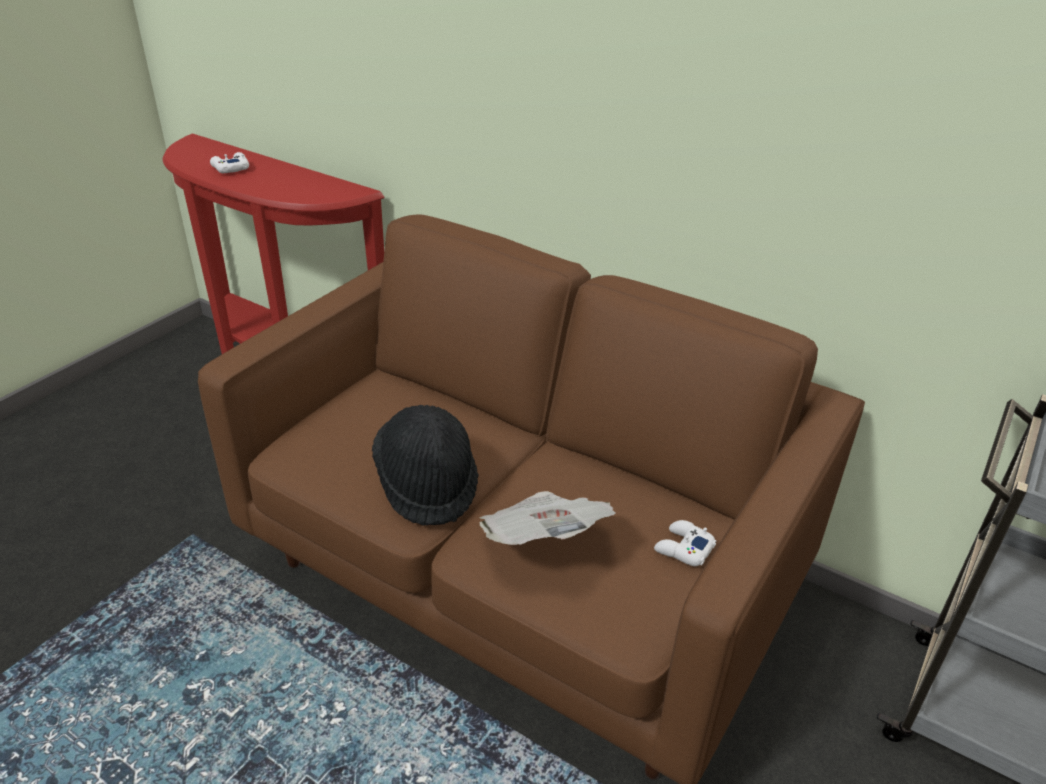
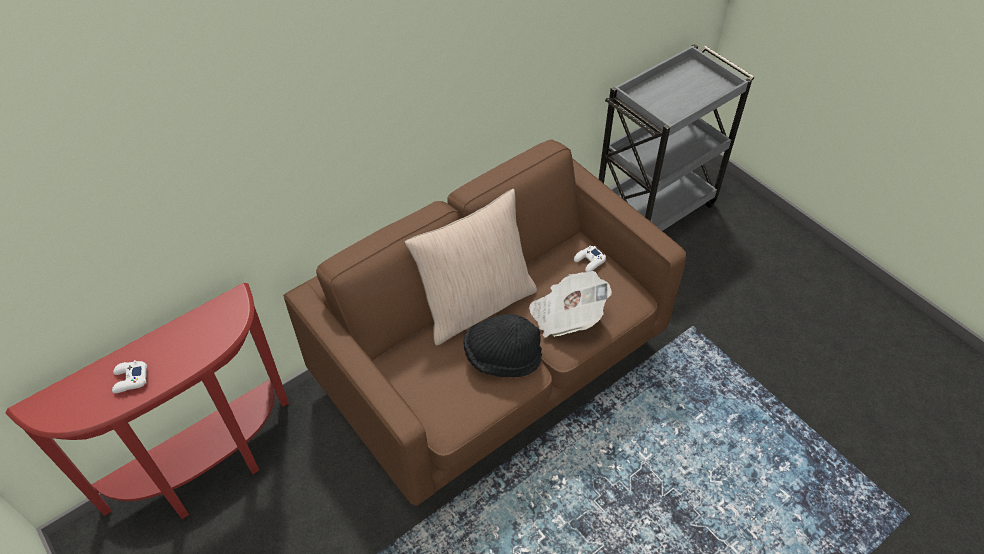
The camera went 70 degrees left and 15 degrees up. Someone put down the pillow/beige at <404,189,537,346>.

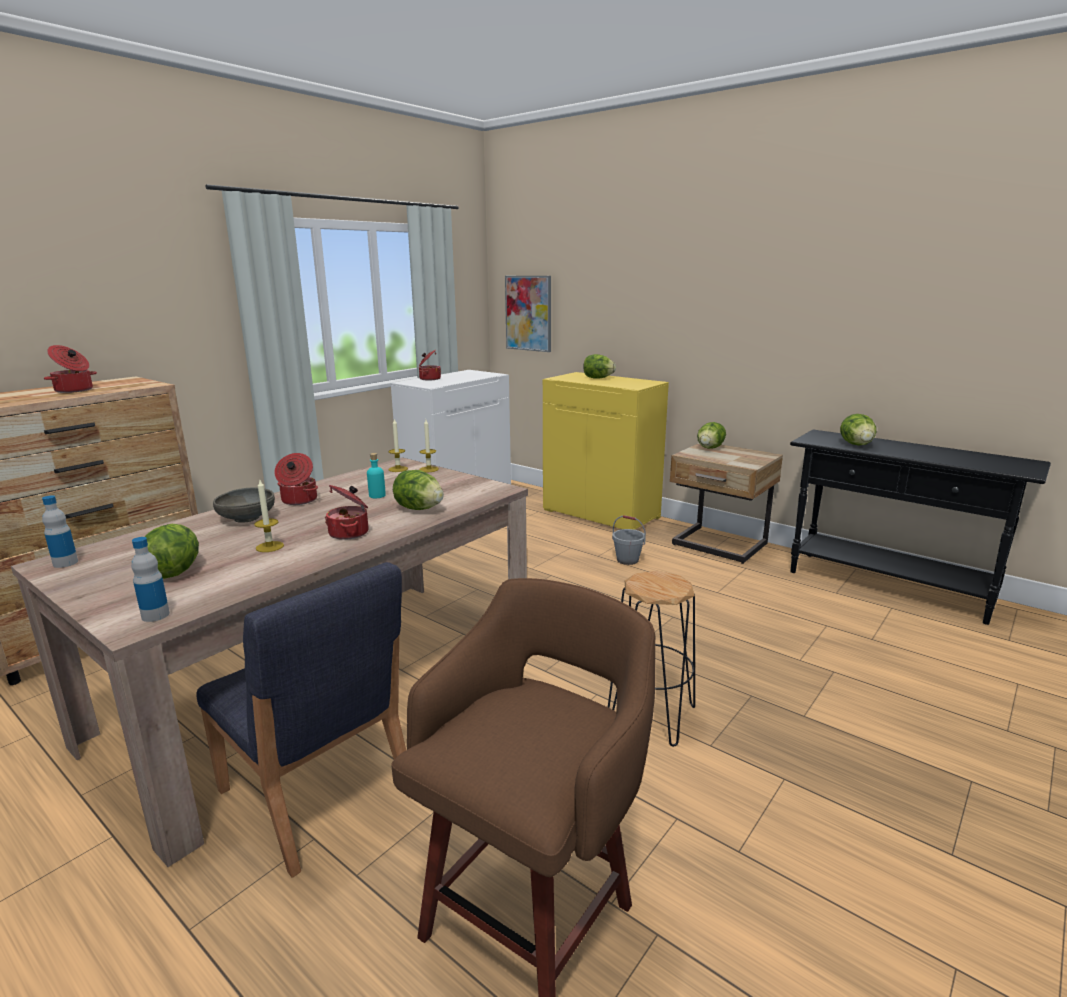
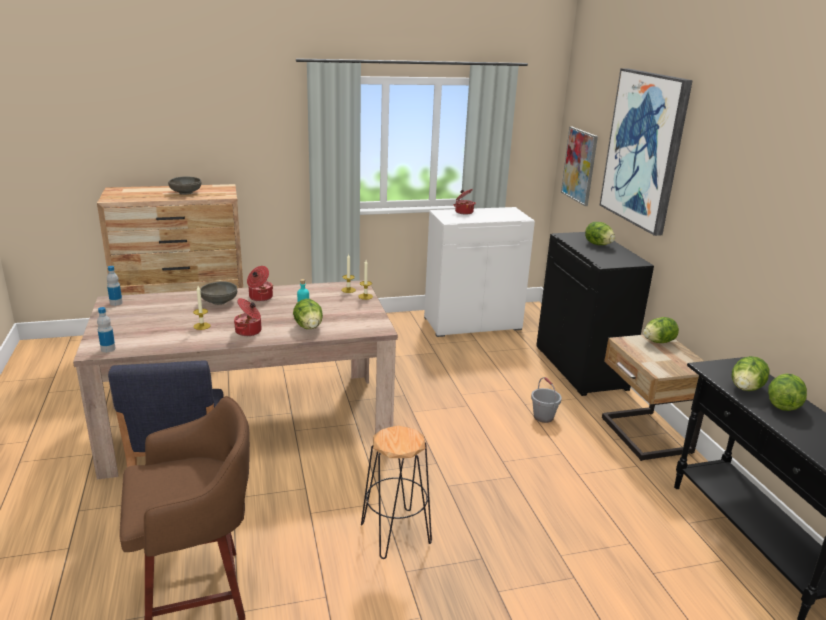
The camera went 35 degrees right and 5 degrees up. Someone swapped the cooking pot at <44,345,97,393> for the bowl/grey at <168,177,201,195>. Someone repainted the cabinet/yellow at <543,372,669,530>, which became the cabinet/black at <536,232,654,396>. Someone carried the lettuce from <145,524,199,579> to <768,374,807,411>. Someone put up the picture at <600,68,693,236>.

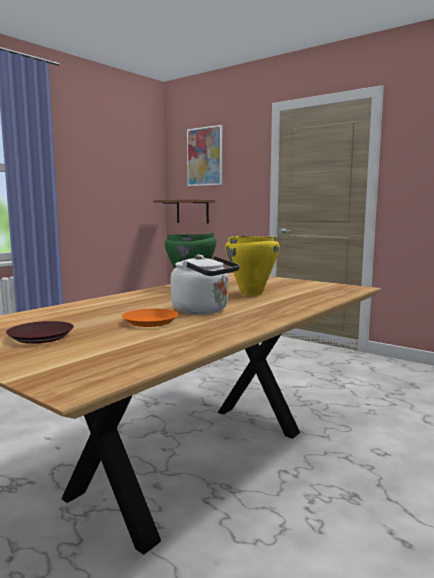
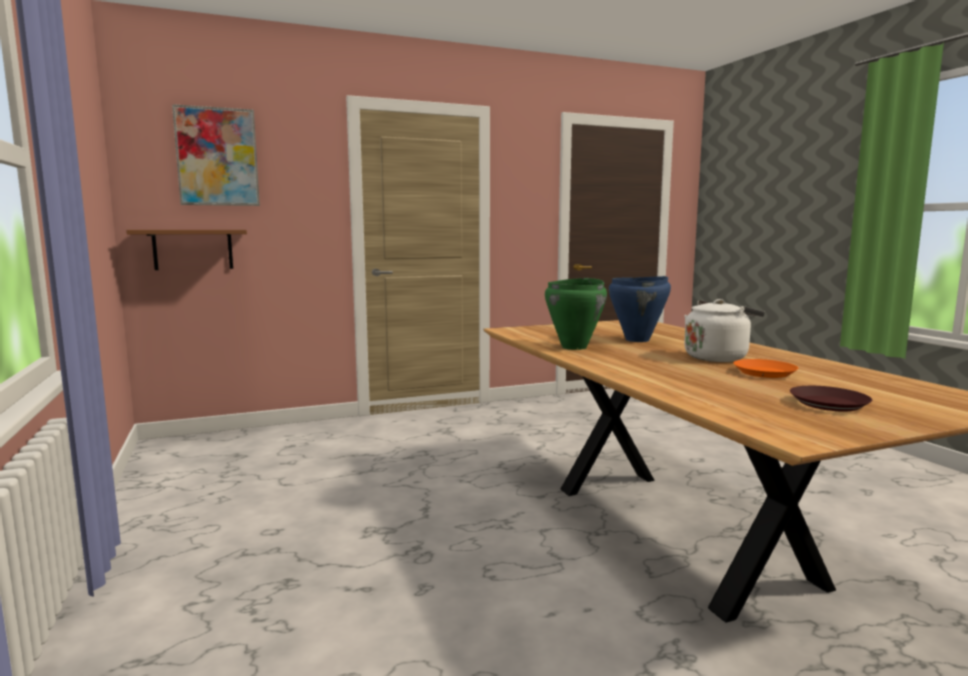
The camera went 60 degrees left and 0 degrees up. Someone repainted the cooking pot/yellow at <225,236,280,296>, which became the cooking pot/blue at <609,276,671,342>.

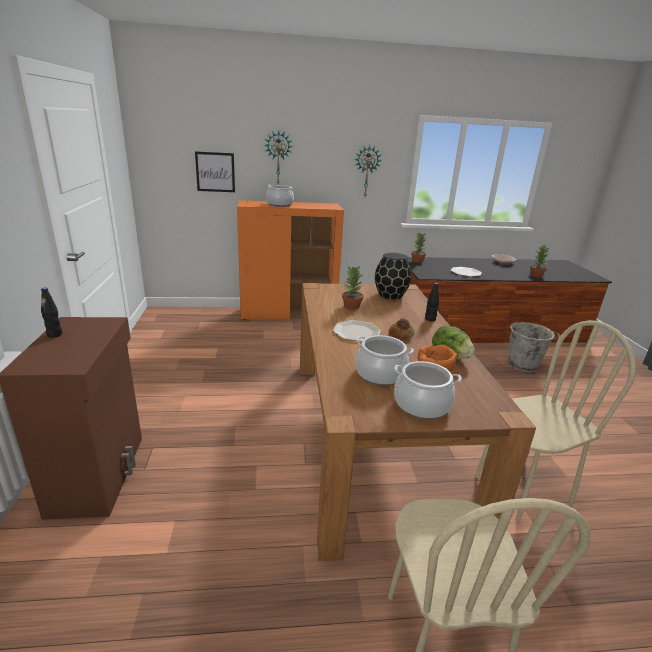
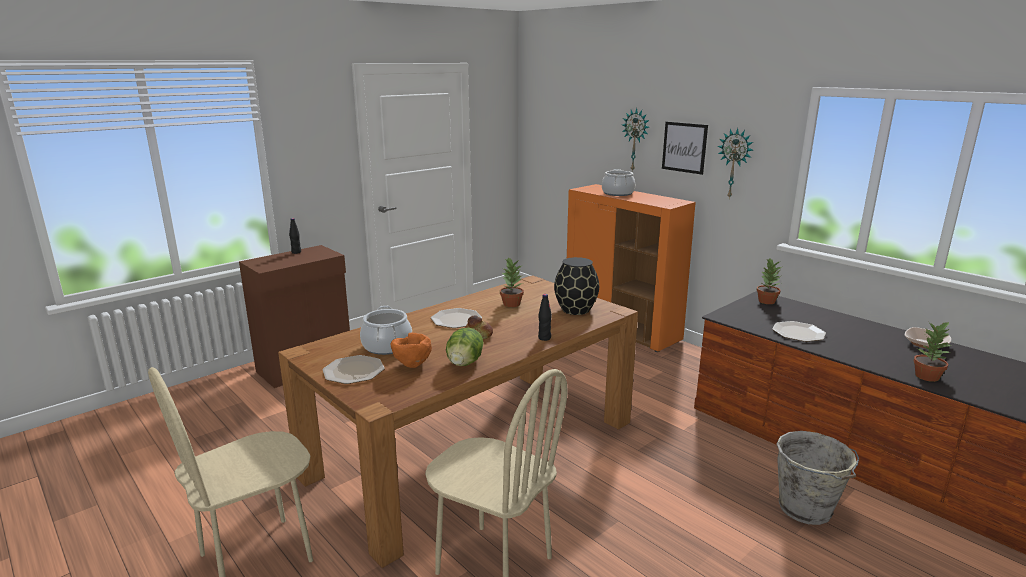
The camera went 55 degrees right and 5 degrees down. Someone carried the picture from <195,151,235,192> to <662,122,708,175>. Someone swapped the cooking pot at <394,361,462,419> for the plate at <322,355,385,384>.

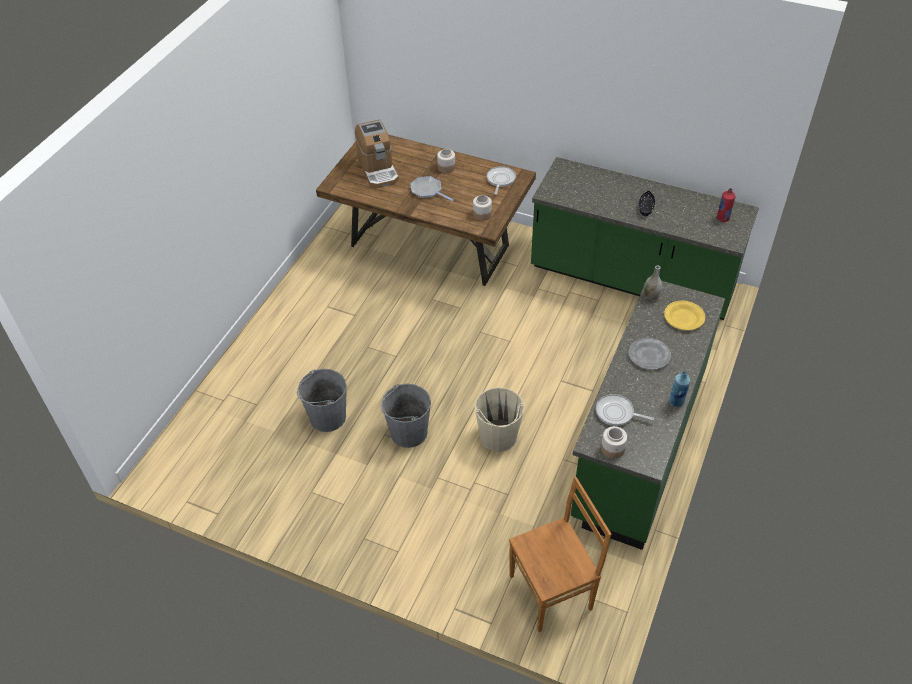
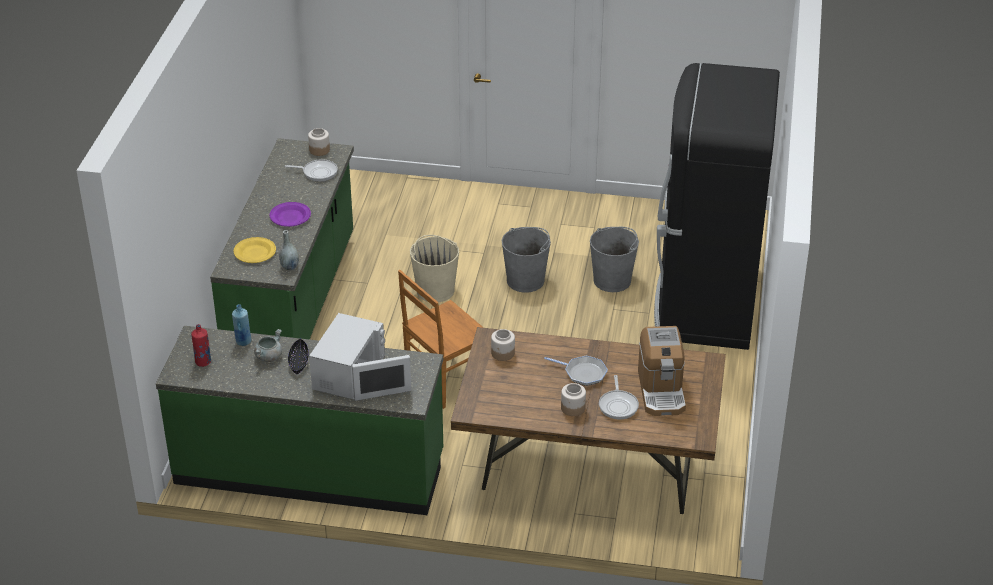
The camera went 165 degrees right and 10 degrees down. Someone rotated the coffee machine at <355,120,399,188> by 150 degrees counterclockwise. Someone carried the frying pan from <487,166,516,195> to <599,375,639,419>. Someone repainted the plate/grey at <629,338,671,370>, which became the plate/purple at <270,202,311,227>. Someone carried the bottle/blue from <669,372,691,407> to <232,304,251,346>. Someone carried the chair/brown from <509,477,611,632> to <398,270,484,409>. Someone put down the fridge/black at <654,63,780,350>. Someone put down the microwave/white at <309,313,411,401>. Someone put down the cooking pot/grey at <254,329,282,362>.

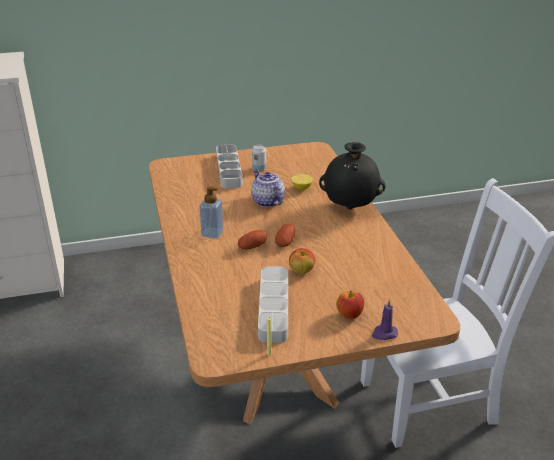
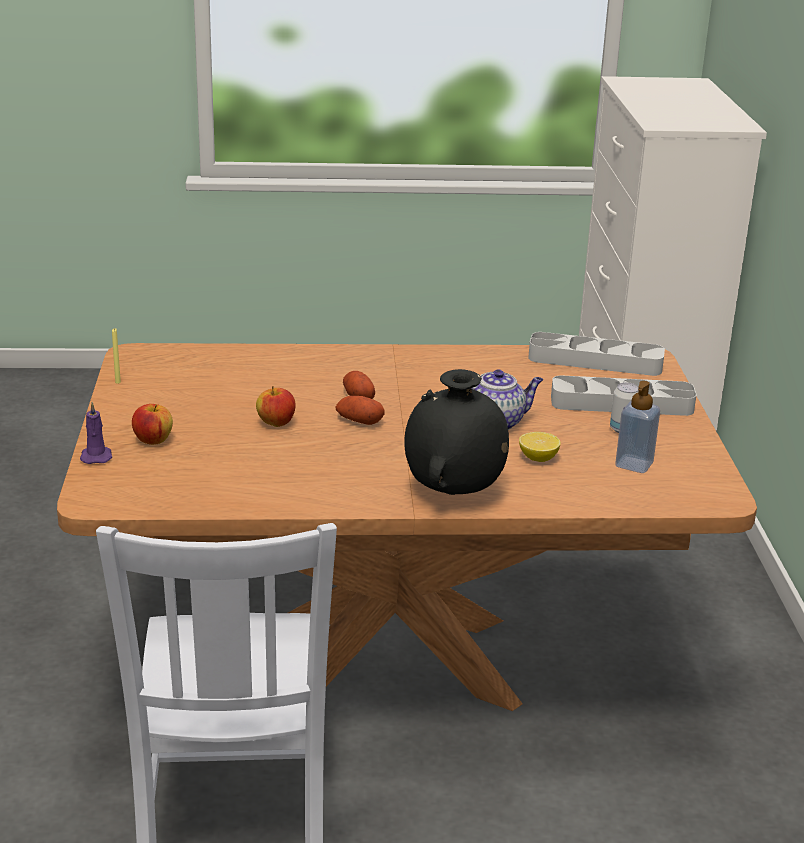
The camera went 100 degrees right and 5 degrees down. Someone carried the soap dispenser from <199,186,223,239> to <615,381,660,473>. Someone carried the tray/grey from <258,266,288,343> to <528,332,665,376>.

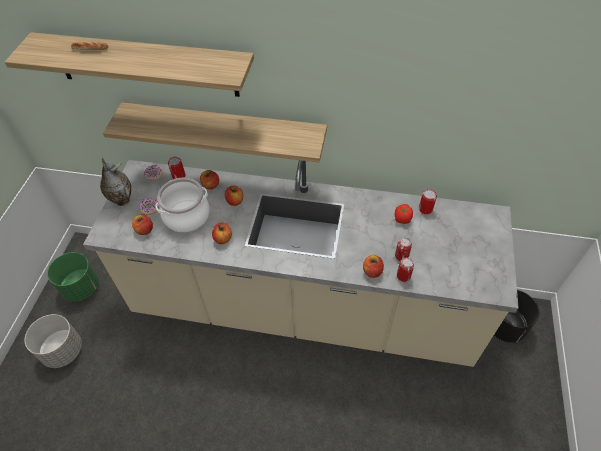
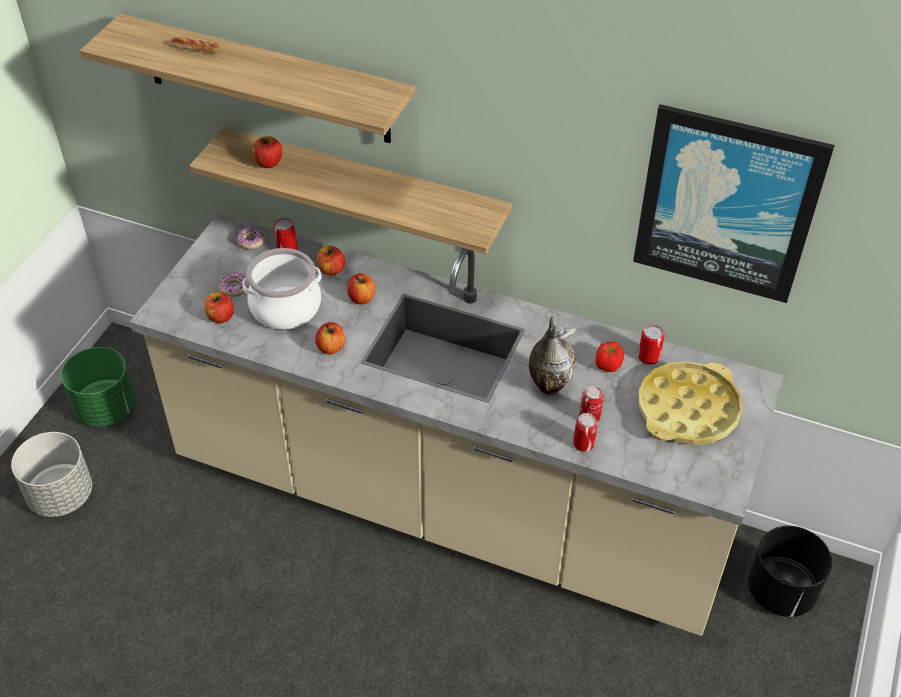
The camera went 10 degrees right and 5 degrees down. Someone carried the vase from <100,158,131,206> to <529,316,577,395>. Someone carried the apple from <363,255,384,278> to <252,136,282,168>. Someone put up the picture at <633,104,835,303>. Someone put down the tray/yellow at <638,361,742,445>.

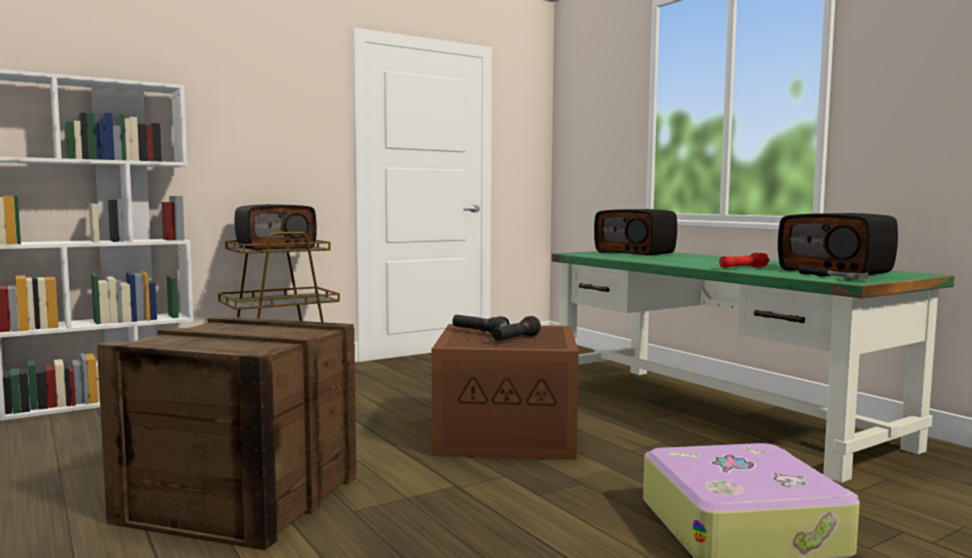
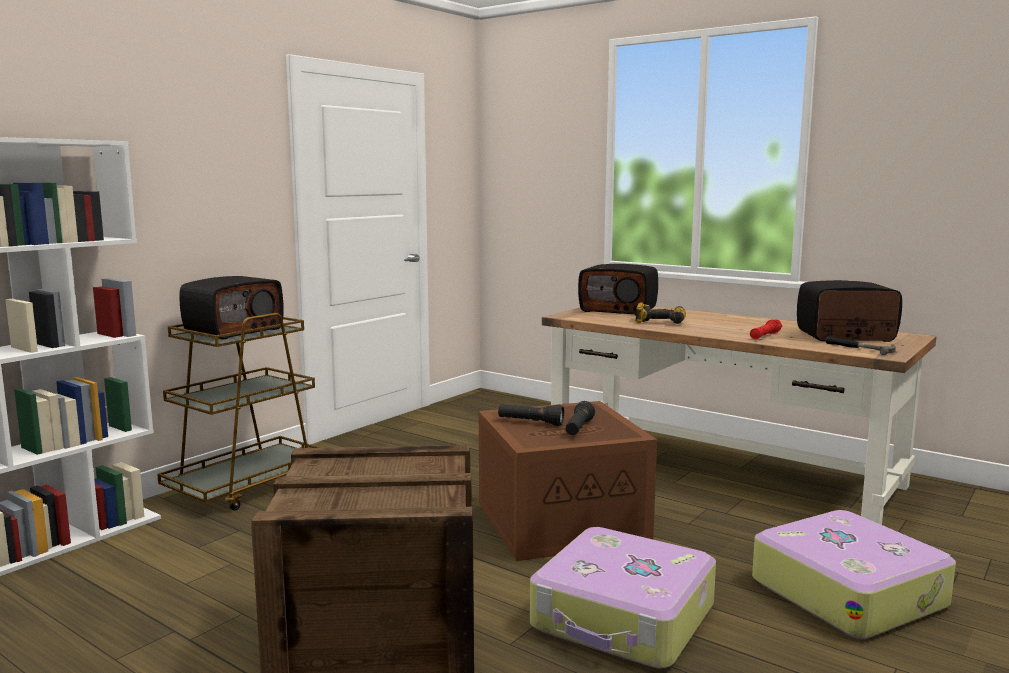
The camera went 20 degrees left and 5 degrees up. Someone rotated the radio at <778,213,898,275> by 150 degrees clockwise. Someone repainted the desk/green at <552,251,955,483>, which became the desk/brown at <542,306,937,525>. Someone put down the power drill at <635,303,686,324>. Someone put down the suitcase at <530,527,716,668>.

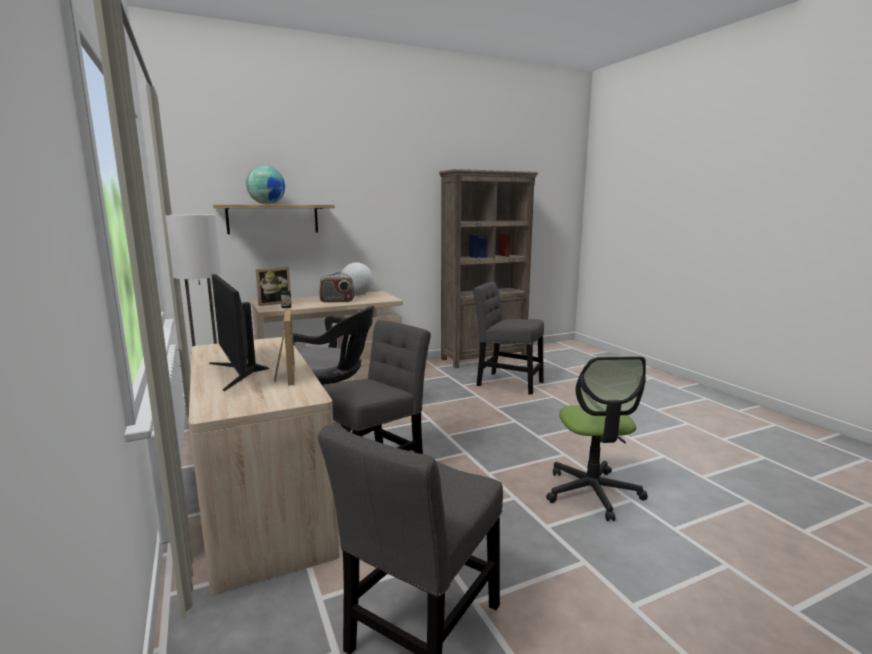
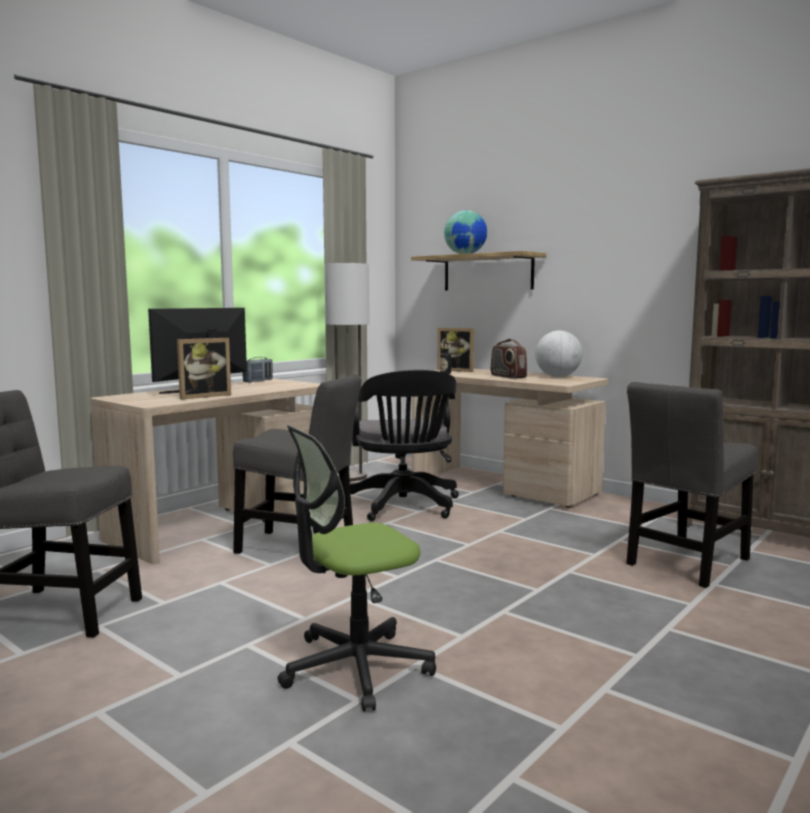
The camera went 65 degrees right and 5 degrees down. Someone rotated the chair/grey at <473,282,544,395> by 135 degrees counterclockwise. Someone put down the radio at <242,357,273,383>.

